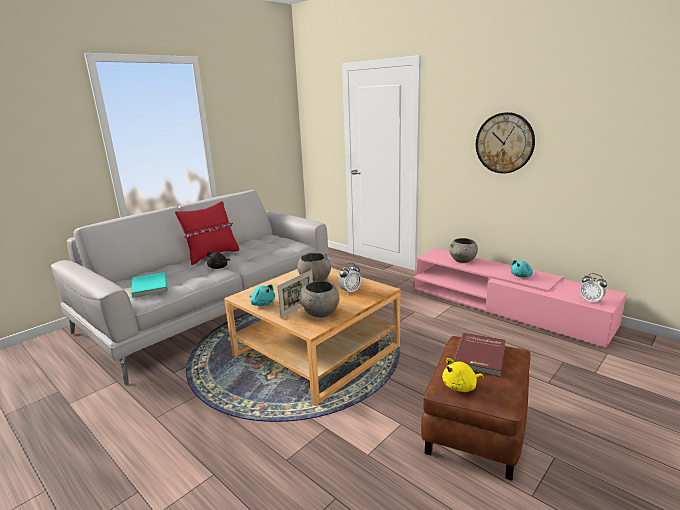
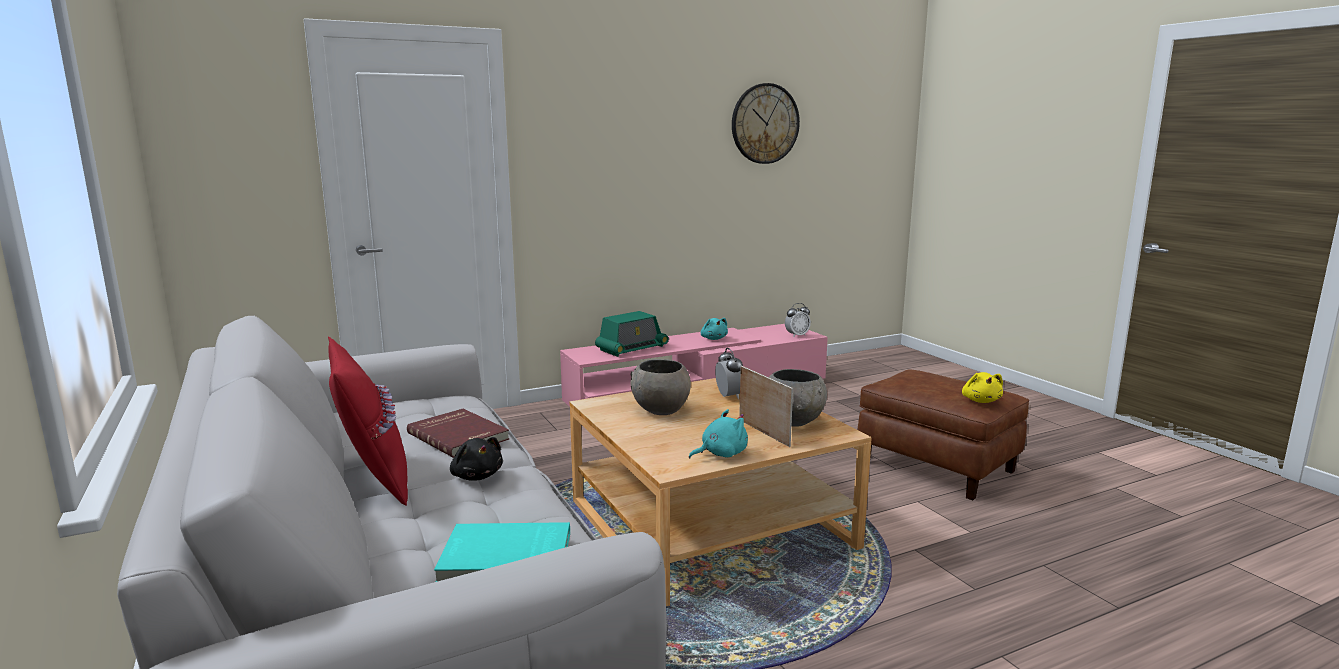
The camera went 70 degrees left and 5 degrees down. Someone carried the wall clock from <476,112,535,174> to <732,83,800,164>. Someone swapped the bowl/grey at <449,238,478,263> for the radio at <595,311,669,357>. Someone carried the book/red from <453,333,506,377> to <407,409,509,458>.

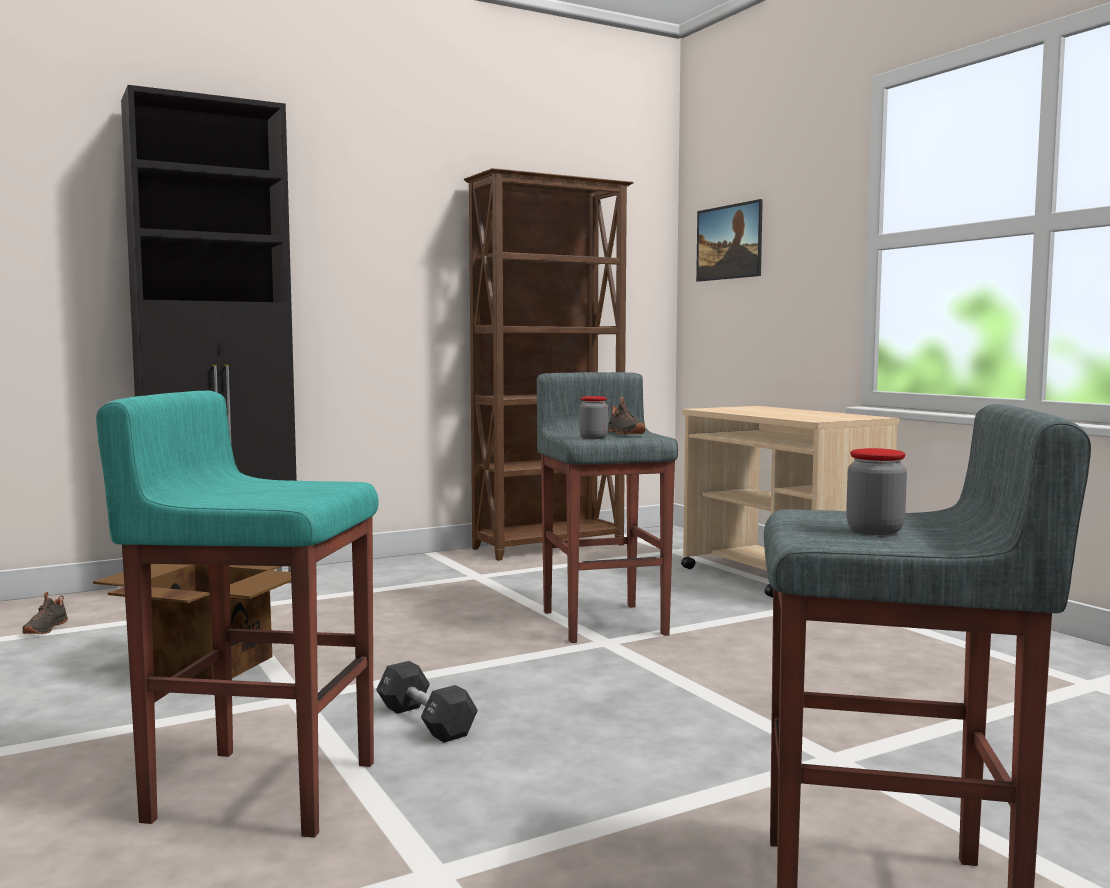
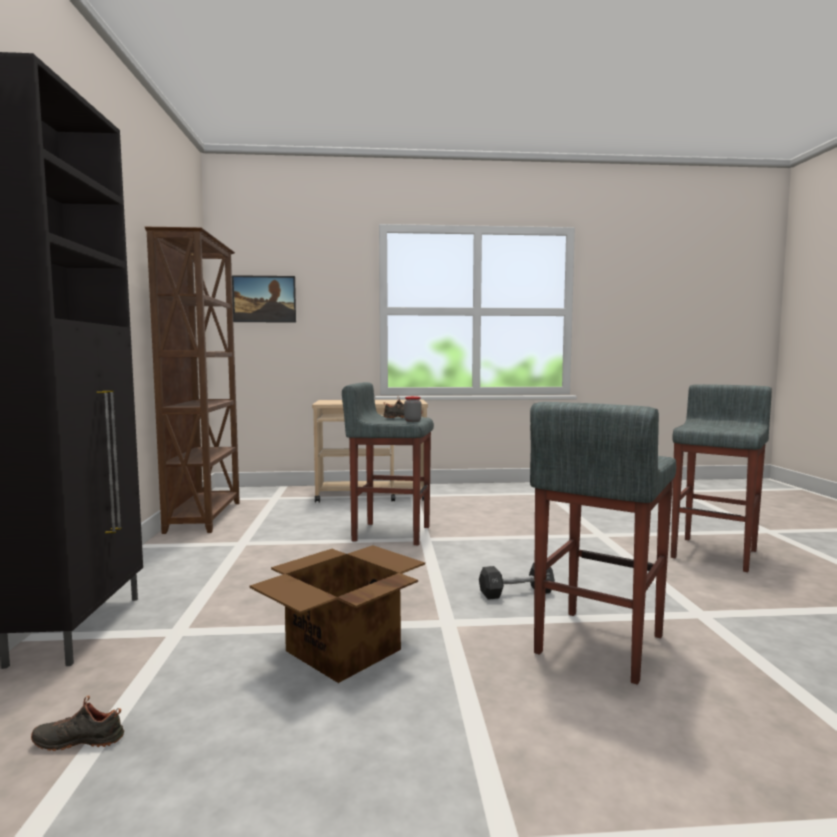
The camera went 65 degrees left and 0 degrees up. Someone repainted the stool/turquoise at <96,391,379,838>, which became the stool/grey at <530,402,676,685>. Someone took away the jar at <846,448,907,535>. Someone rotated the shoe/black at <23,592,68,634> by 150 degrees clockwise.

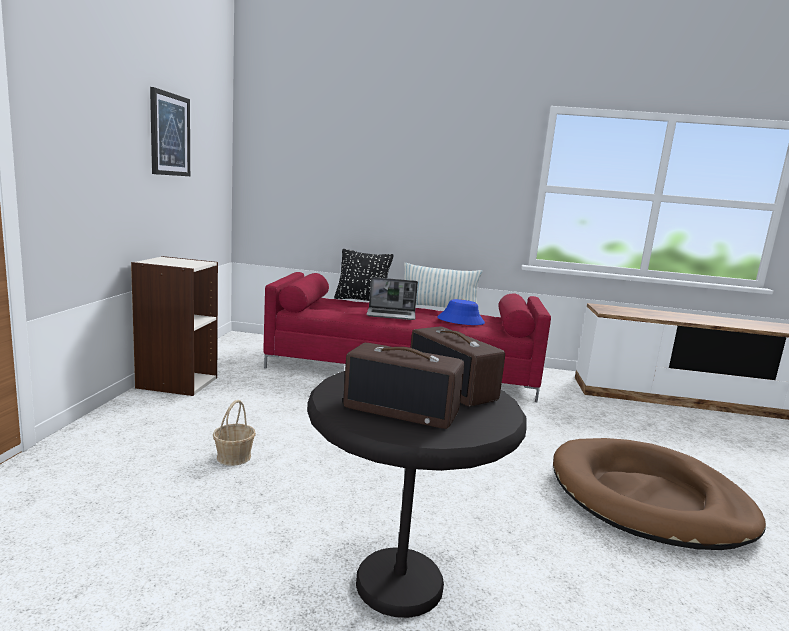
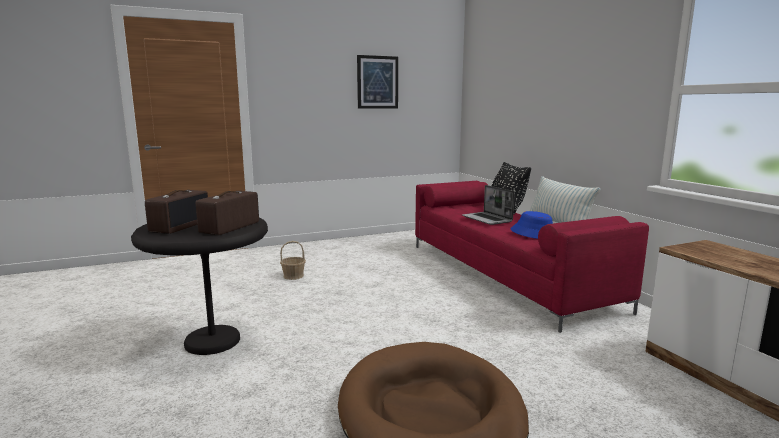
The camera went 60 degrees right and 0 degrees up. Someone took away the bookcase at <131,256,218,396>. Someone rotated the radio at <343,343,464,429> by 150 degrees counterclockwise.

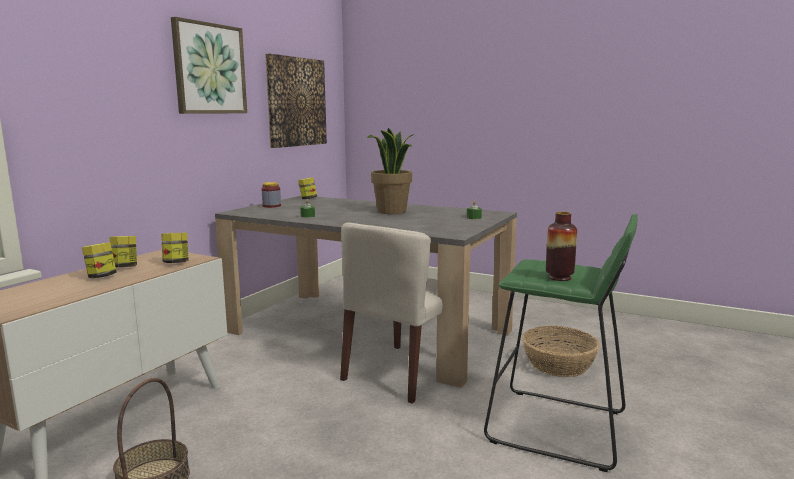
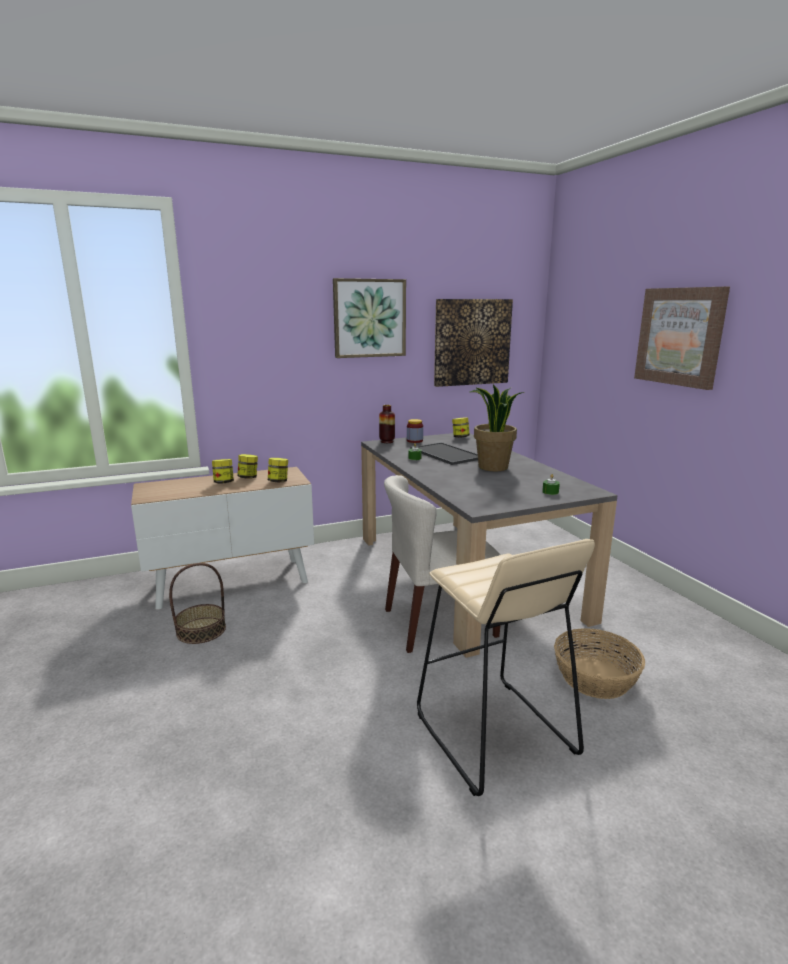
The camera went 40 degrees right and 5 degrees up. Someone carried the vase from <546,212,577,281> to <379,405,395,443>. Someone repainted the stool/green at <484,214,638,472>, which became the stool/beige at <417,539,595,796>. Someone put up the picture at <634,287,730,390>. Someone put down the tray at <410,442,478,465>.

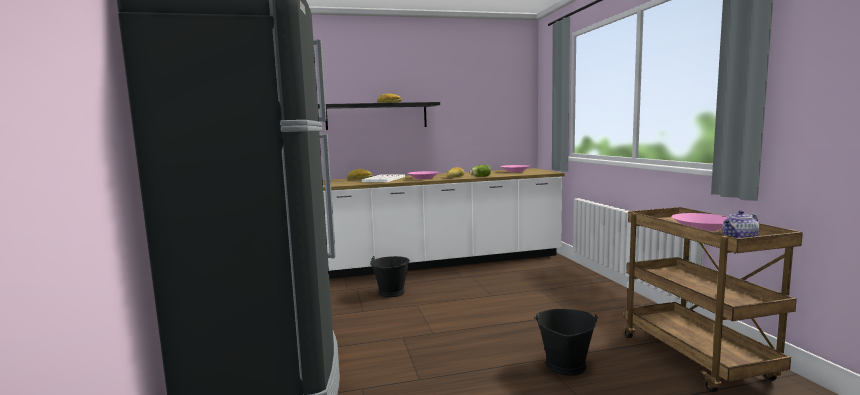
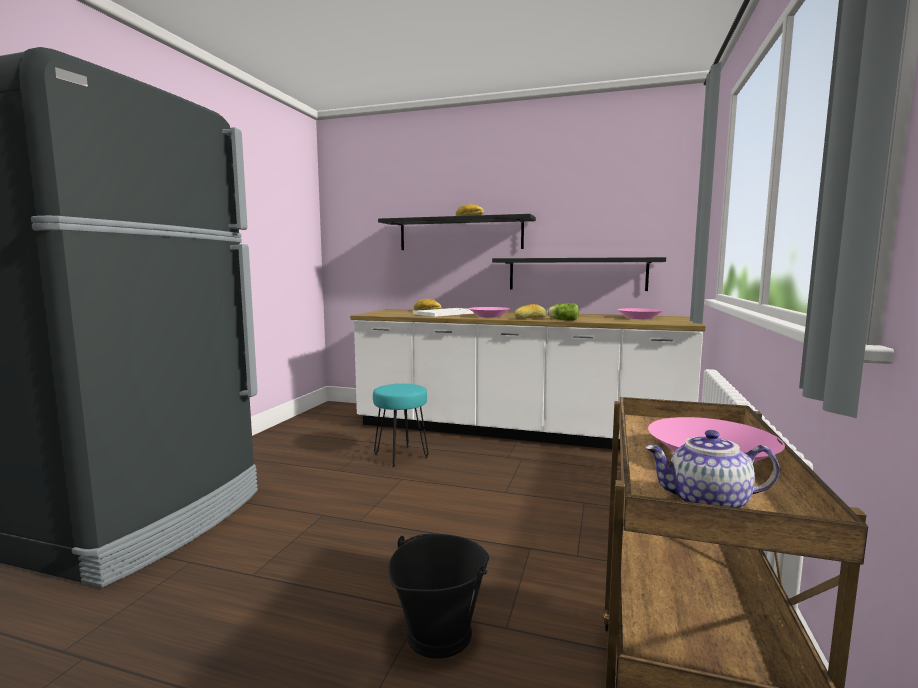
The camera went 30 degrees right and 0 degrees up. Someone swapped the bucket/black at <370,256,410,297> for the stool/turquoise at <373,384,429,467>. Someone put up the shelf/black at <492,257,666,291>.

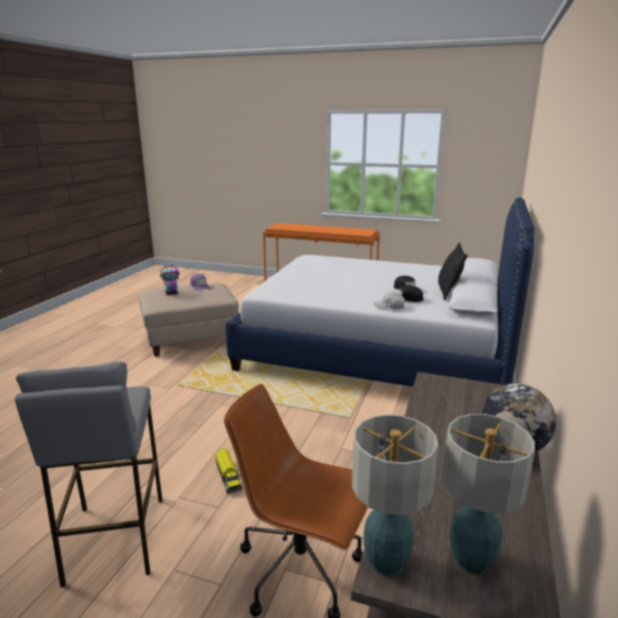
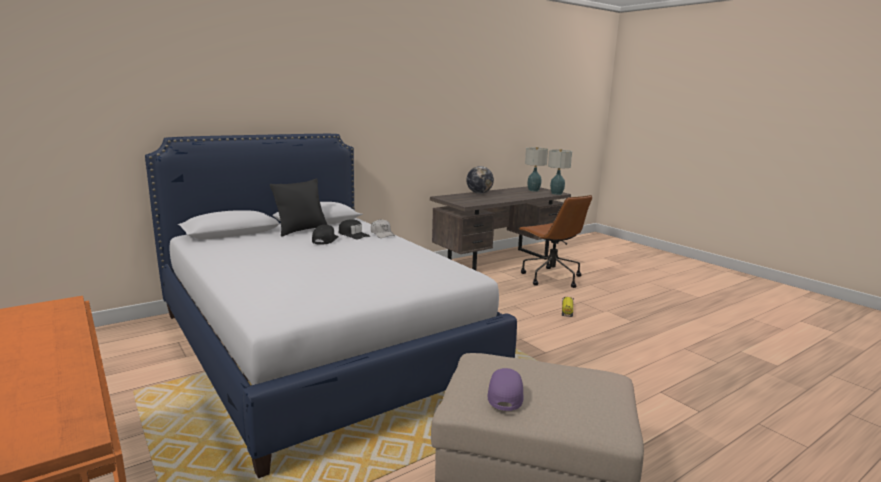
The camera went 145 degrees left and 5 degrees down. Someone took away the toy robot at <160,265,180,295>. Someone took away the stool/grey at <15,362,162,587>.

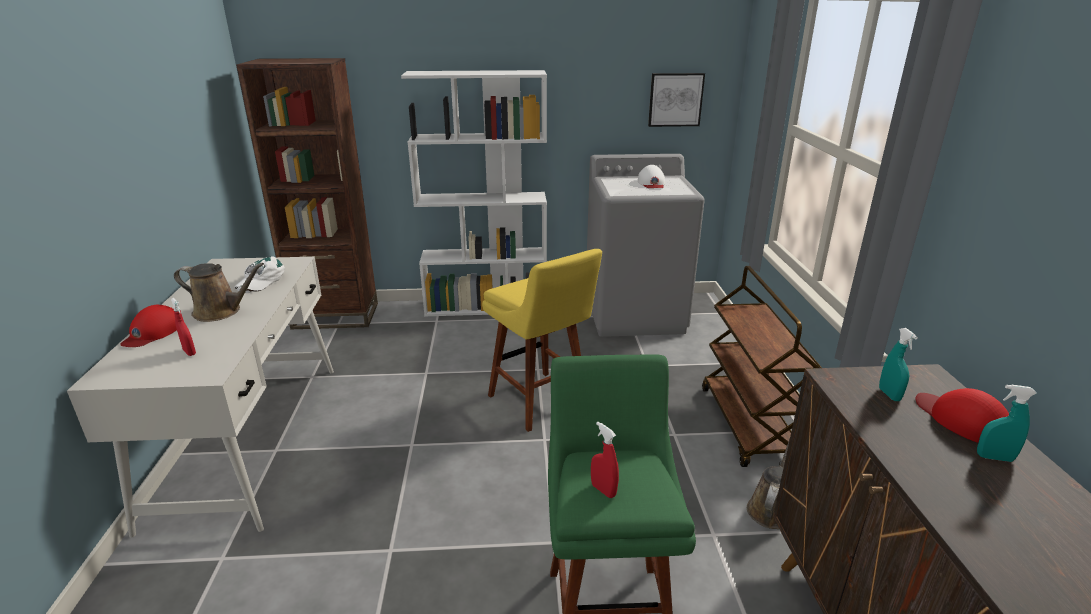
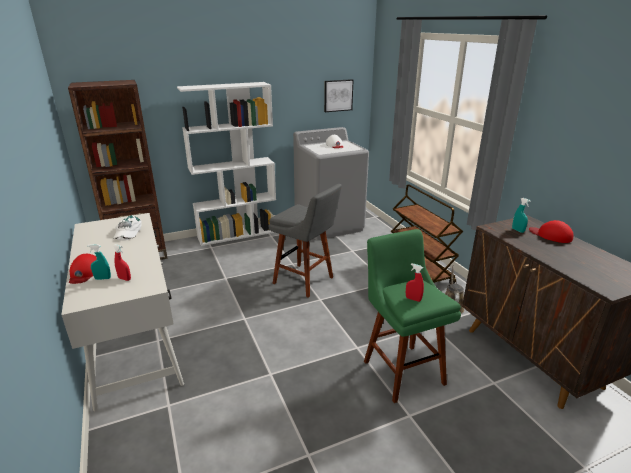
The camera went 20 degrees left and 0 degrees up. Someone repainted the stool/yellow at <482,249,602,432>, which became the stool/grey at <268,184,342,298>. Someone took away the watering can/brown at <174,263,264,322>. Someone carried the spray bottle/turquoise from <977,385,1037,462> to <87,244,111,280>.

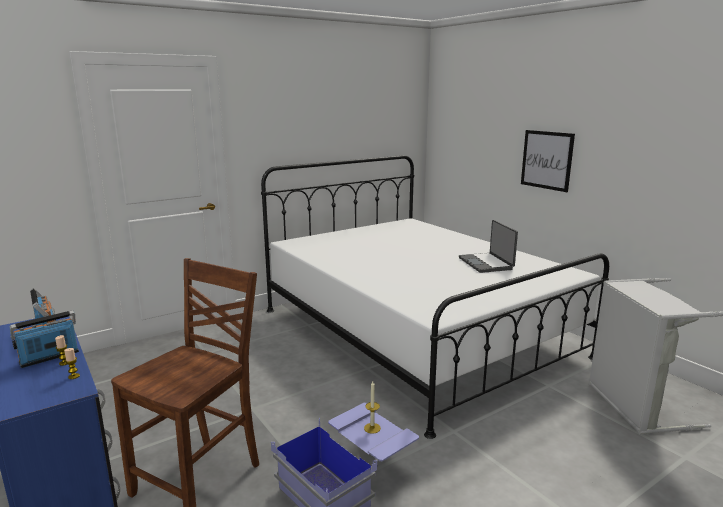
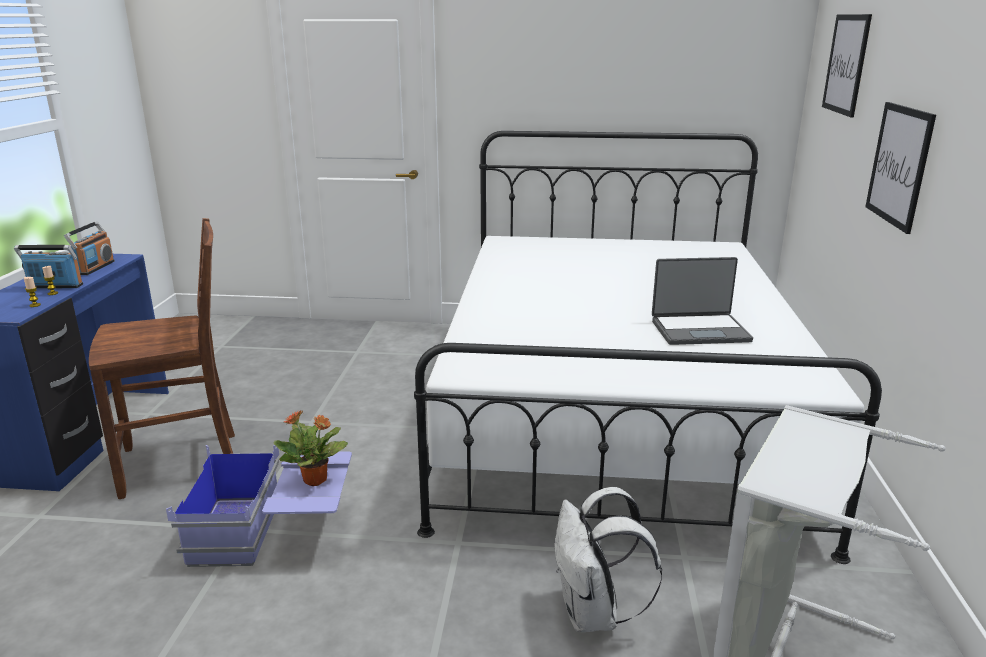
The camera went 40 degrees right and 5 degrees up. Someone rotated the laptop at <459,220,518,273> by 120 degrees counterclockwise. Someone swapped the candle at <364,381,381,434> for the potted plant at <273,410,348,486>. Someone put up the picture at <822,14,872,118>. Someone put down the backpack/white at <555,487,662,632>.

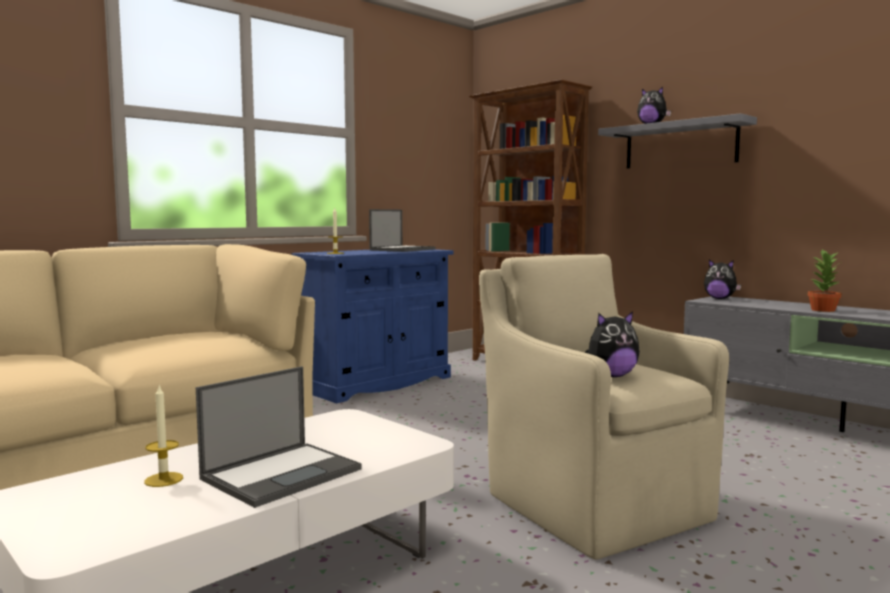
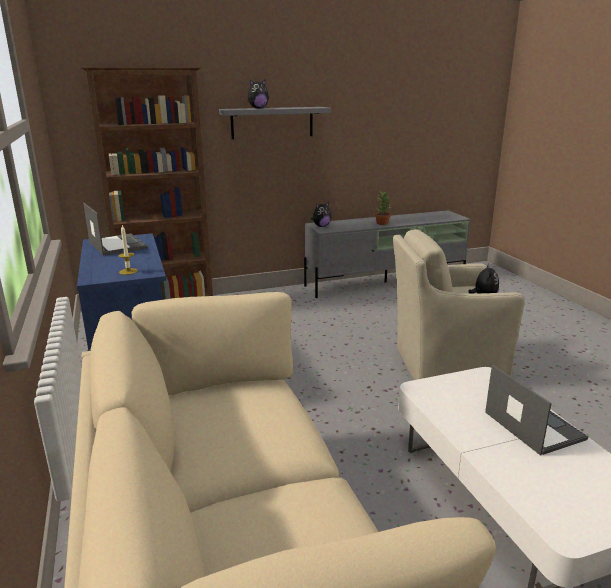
The camera went 65 degrees left and 15 degrees up. Someone took away the candle at <144,386,183,487>.

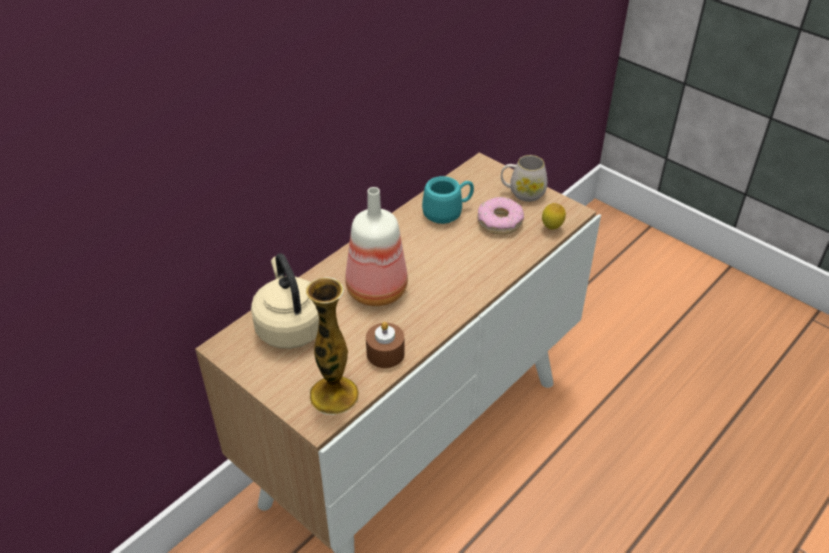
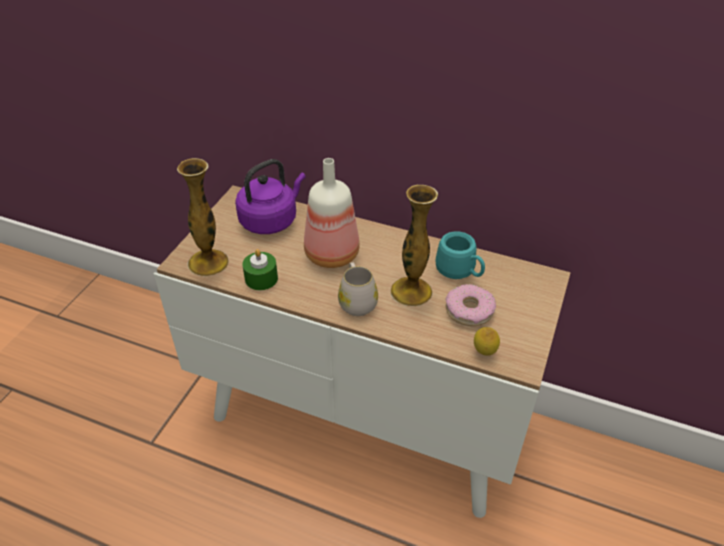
The camera went 70 degrees right and 0 degrees up. Someone carried the mug/white from <501,155,548,202> to <338,262,378,316>. Someone repainted the kettle/beige at <251,254,319,349>, which became the kettle/purple at <235,159,306,234>. Someone repainted the candle/brown at <366,322,405,368>, which became the candle/green at <243,249,278,290>. Someone put down the vase at <391,185,438,306>.

